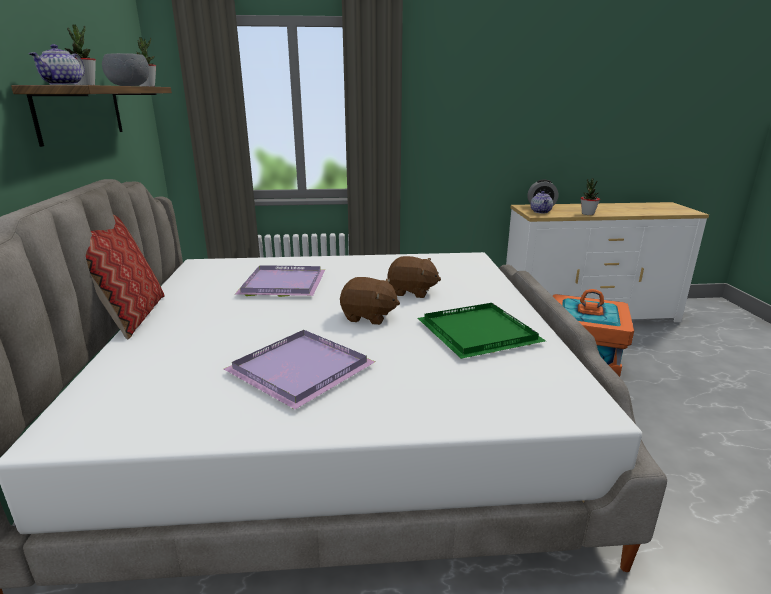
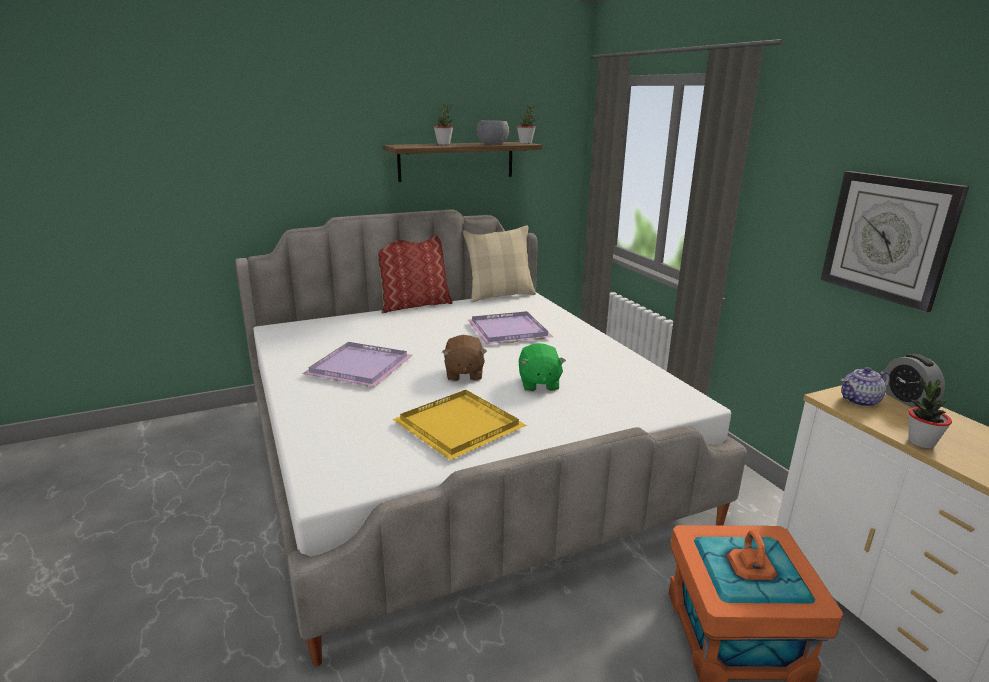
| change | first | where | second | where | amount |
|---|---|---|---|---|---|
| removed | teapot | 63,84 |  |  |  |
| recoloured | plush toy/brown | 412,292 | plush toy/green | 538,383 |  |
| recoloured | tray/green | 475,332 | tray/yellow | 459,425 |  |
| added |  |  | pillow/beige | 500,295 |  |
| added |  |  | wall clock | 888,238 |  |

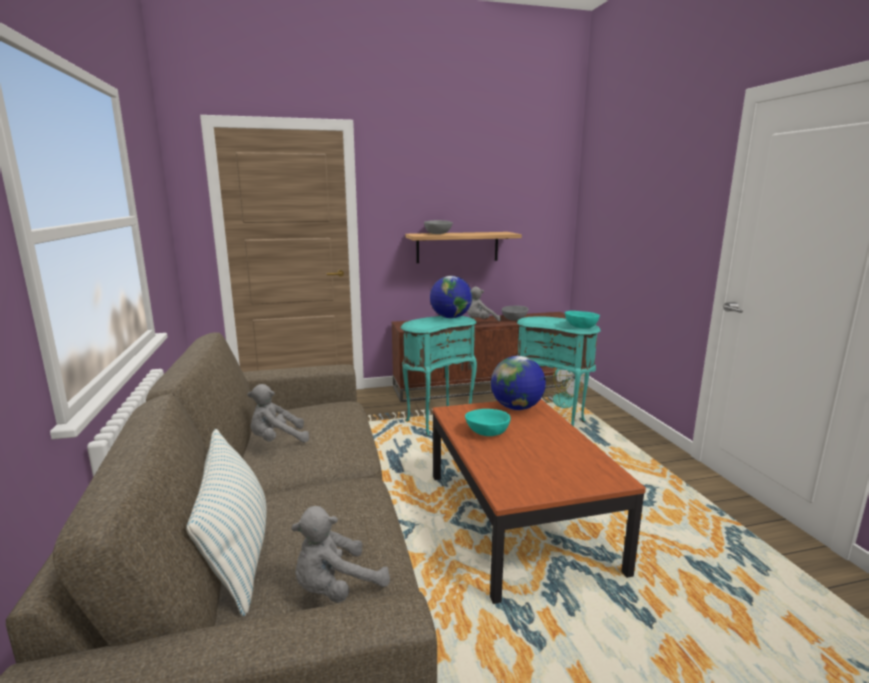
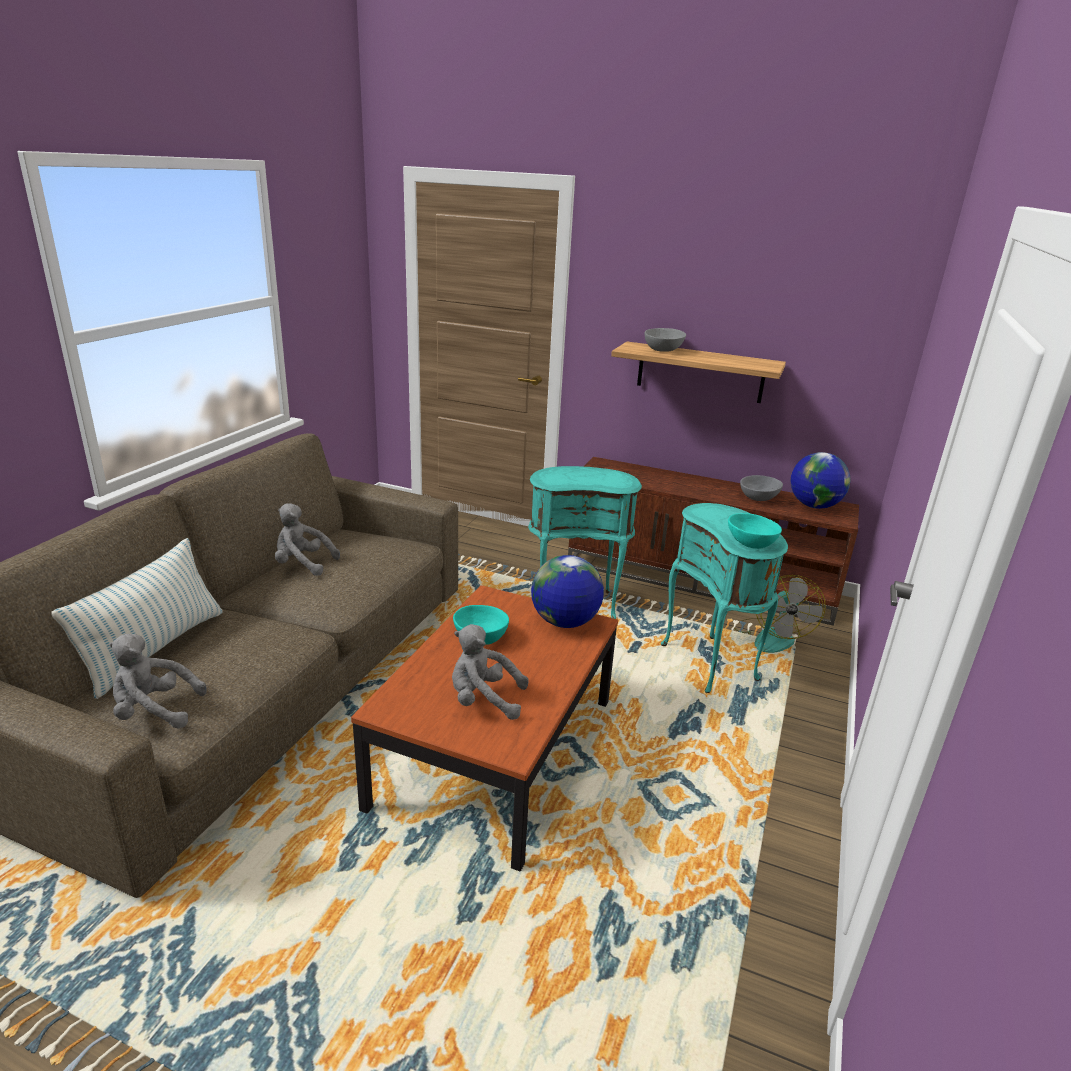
| change | first | where | second | where | amount |
|---|---|---|---|---|---|
| moved | globe | 450,317 |  | 814,506 |  |
| moved | plush toy/grey | 480,322 |  | 483,700 |  |

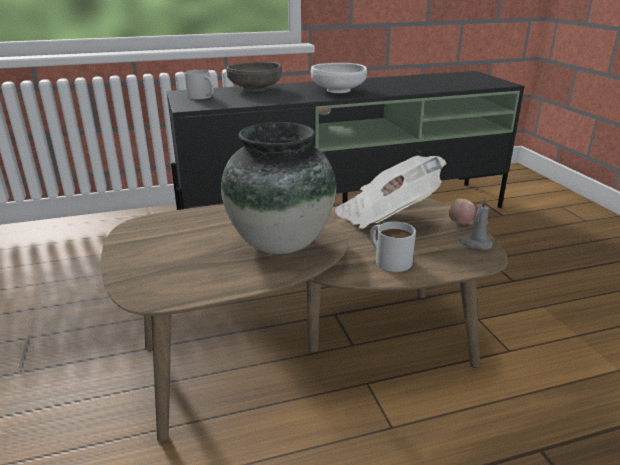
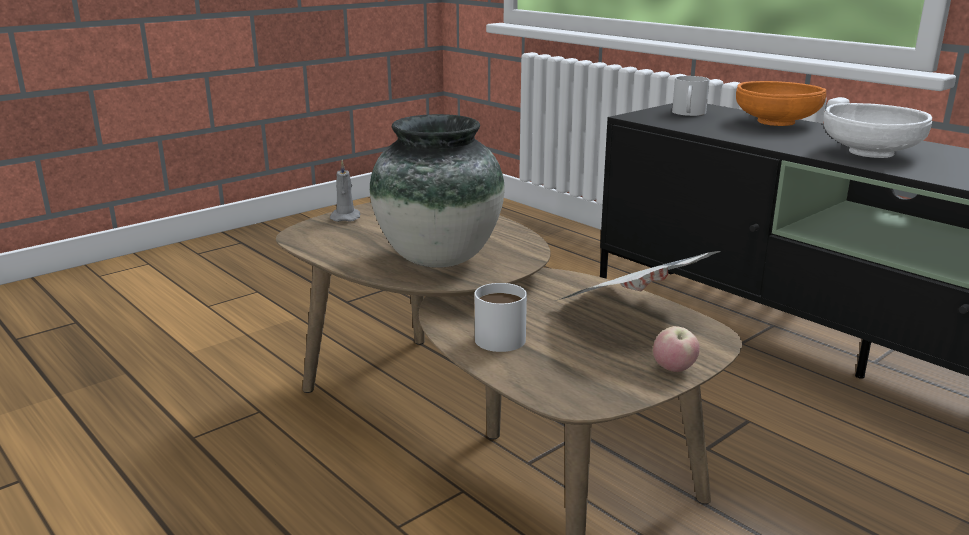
| change | first | where | second | where | amount |
|---|---|---|---|---|---|
| recoloured | bowl/grey | 255,89 | bowl/orange | 776,122 |  |
| moved | candle/grey | 475,244 |  | 346,217 |  |

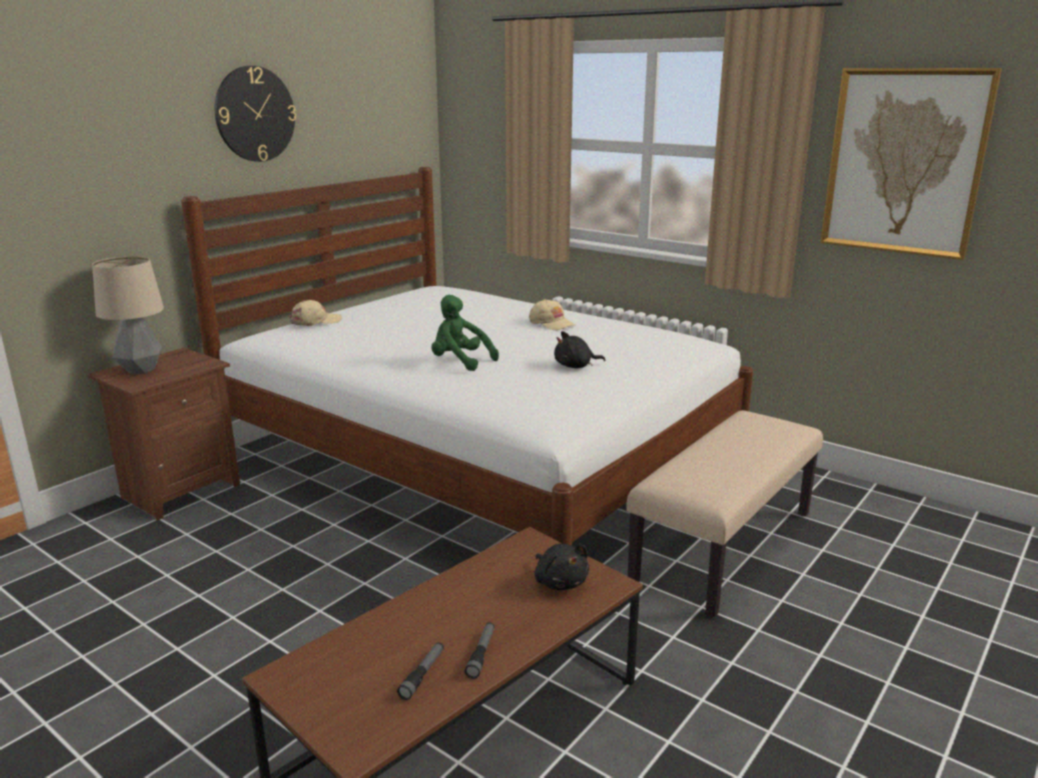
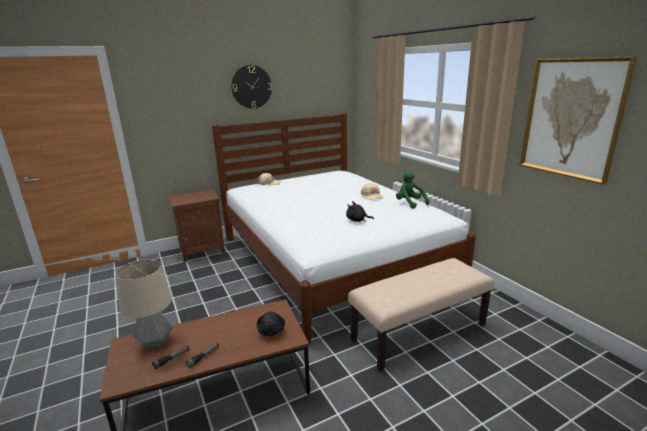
| change | first | where | second | where | amount |
|---|---|---|---|---|---|
| moved | table lamp | 140,370 |  | 155,343 |  |
| moved | plush toy/green | 460,362 |  | 410,203 |  |

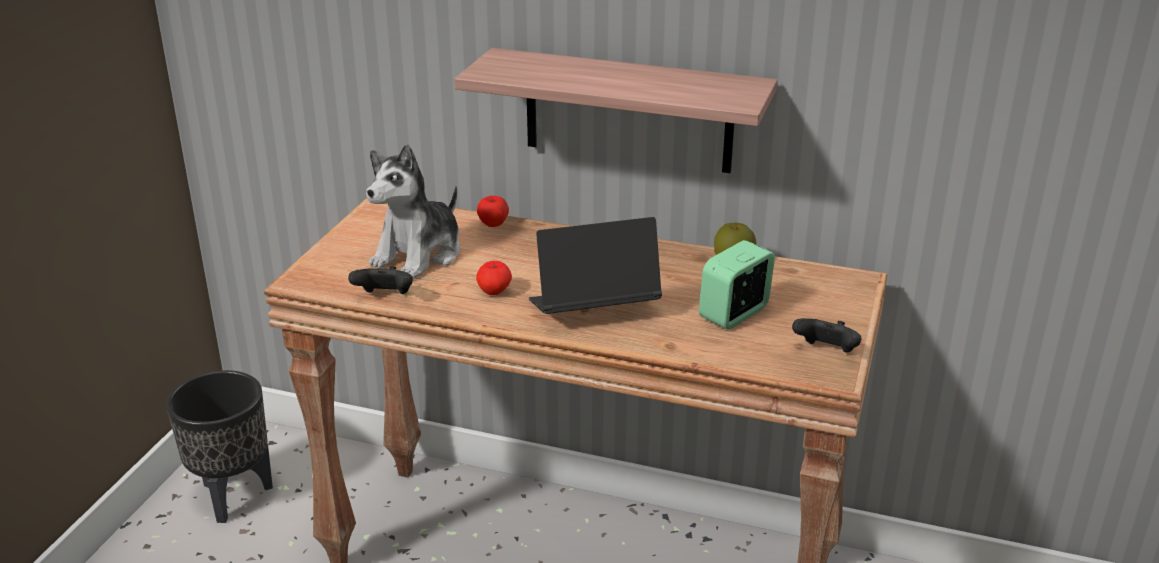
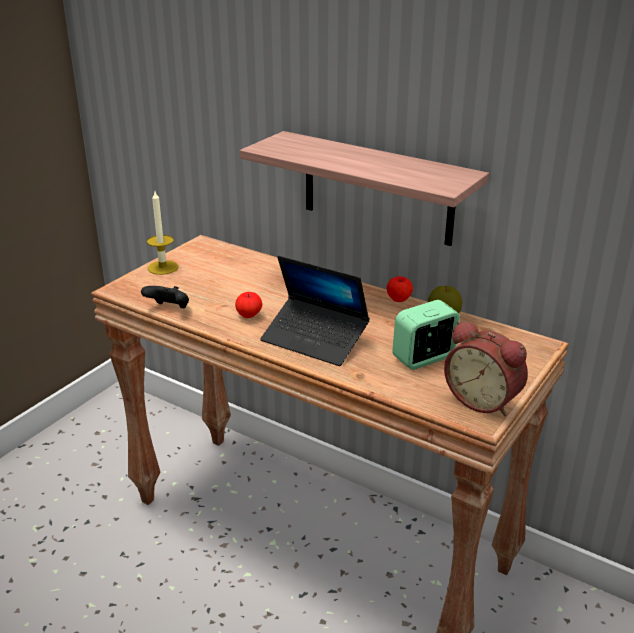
| change | first | where | second | where | amount |
|---|---|---|---|---|---|
| removed | planter/black | 233,496 |  |  |  |
| removed | plush toy | 419,255 |  |  |  |
| moved | apple | 493,224 |  | 399,299 |  |
| turned | laptop | 593,310 |  | 314,339 | 150 degrees counterclockwise |
| replaced | game controller/black | 826,352 | alarm clock | 484,400 |  |
| added |  |  | candle | 163,267 |  |

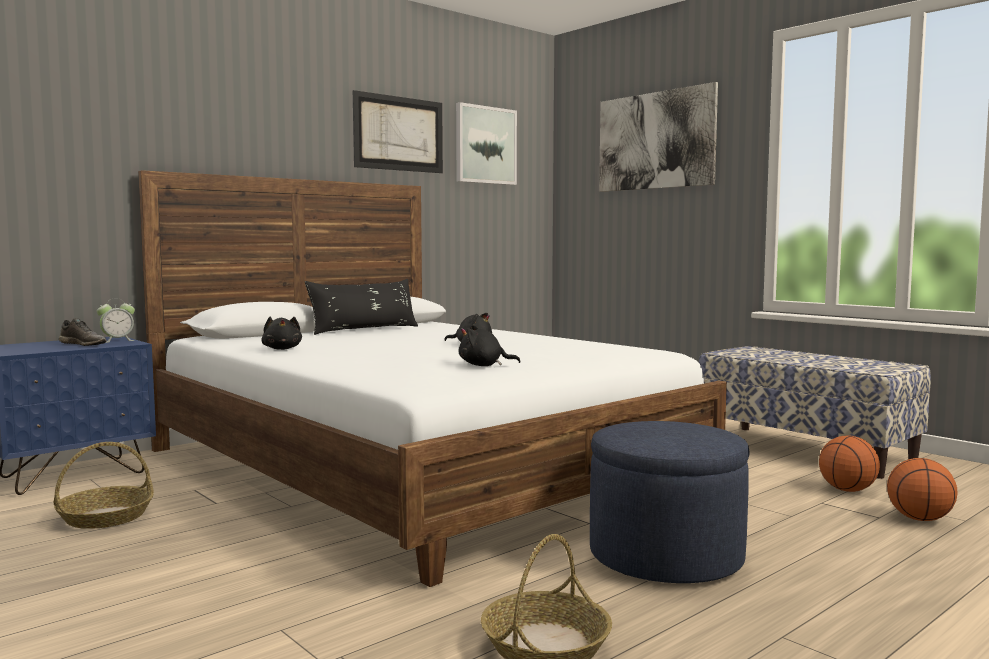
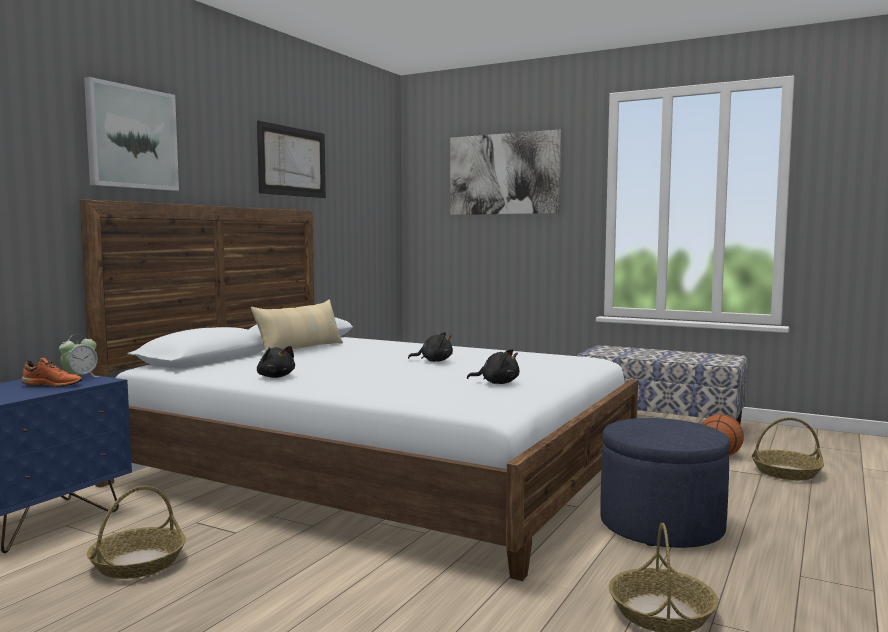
| change | first | where | second | where | amount |
|---|---|---|---|---|---|
| recoloured | shoe/grey | 84,344 | shoe/orange | 53,385 |  |
| recoloured | pillow/black | 364,330 | pillow/beige | 300,350 |  |
| moved | picture | 485,145 |  | 132,138 |  |
| turned | plush toy/black | 484,365 |  | 497,383 | 150 degrees counterclockwise |
| replaced | basketball | 919,519 | basket | 786,472 |  |

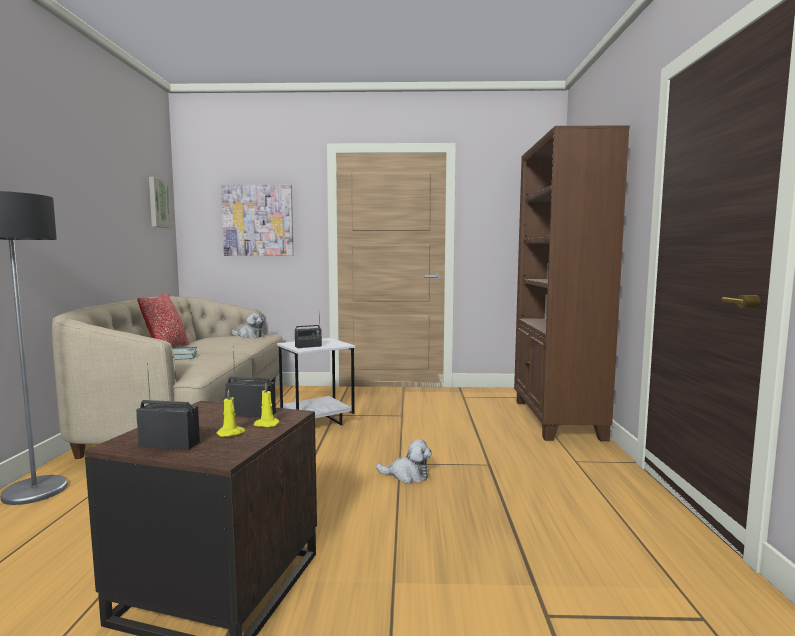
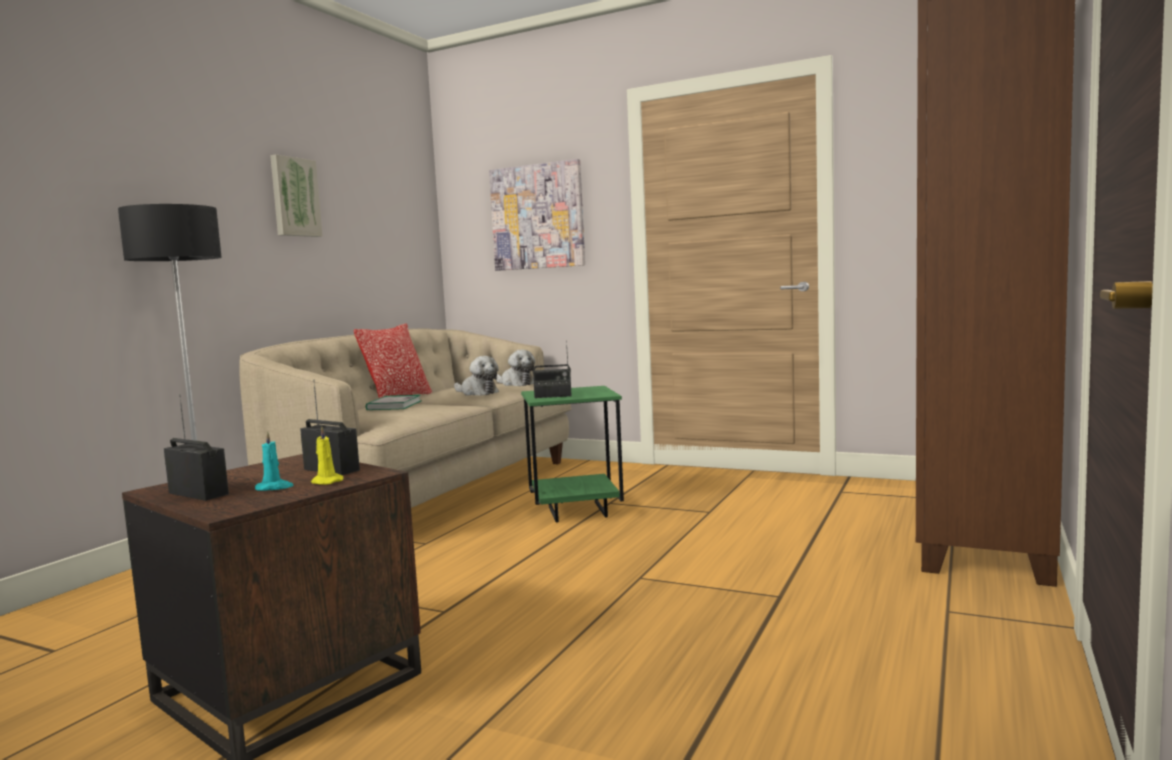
| change | first | where | second | where | amount |
|---|---|---|---|---|---|
| moved | picture | 158,203 |  | 294,197 |  |
| recoloured | candle/yellow | 231,433 | candle/turquoise | 274,488 |  |
| recoloured | side table/white | 317,423 | side table/green | 576,512 |  |
| moved | plush toy | 407,475 |  | 477,393 |  |

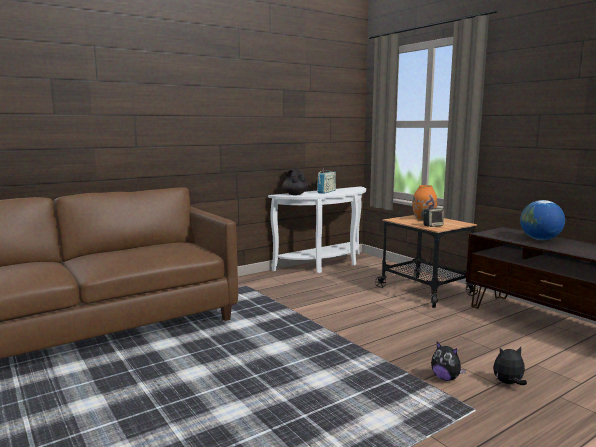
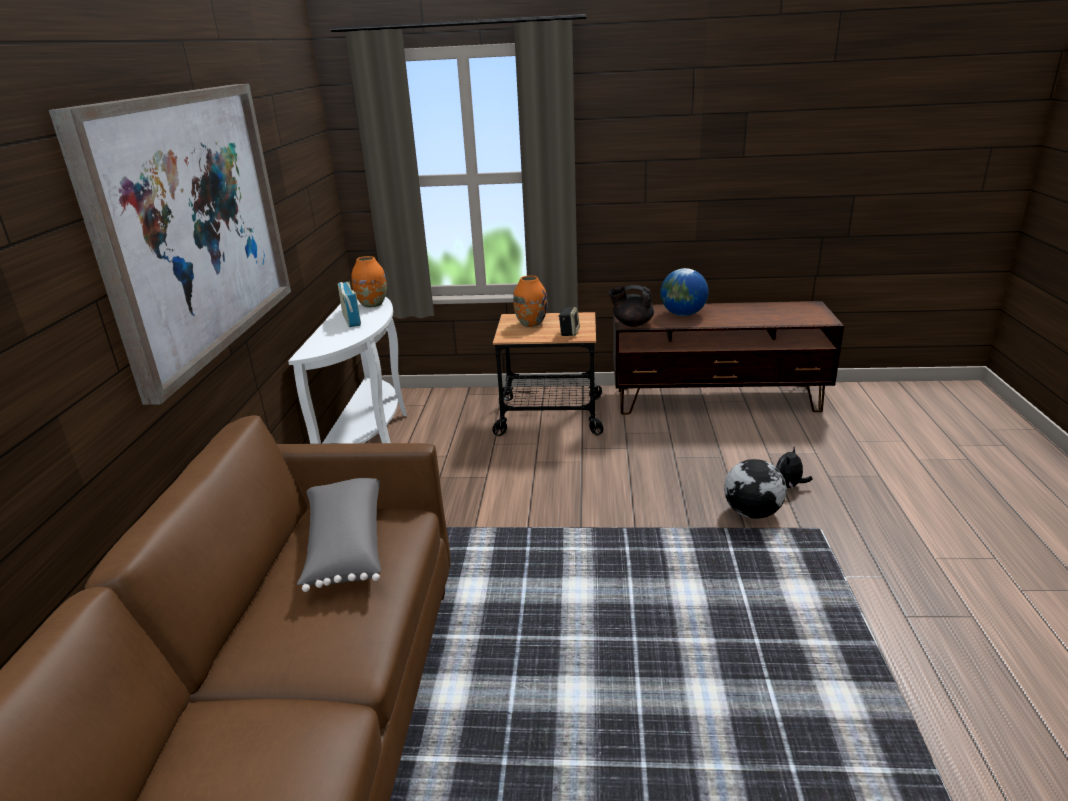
| change | first | where | second | where | amount |
|---|---|---|---|---|---|
| moved | teapot/black | 294,194 |  | 632,324 |  |
| replaced | plush toy | 446,378 | globe | 752,512 |  |
| added |  |  | picture | 194,225 |  |
| added |  |  | pillow/grey | 344,546 |  |
| added |  |  | vase/orange | 372,304 |  |

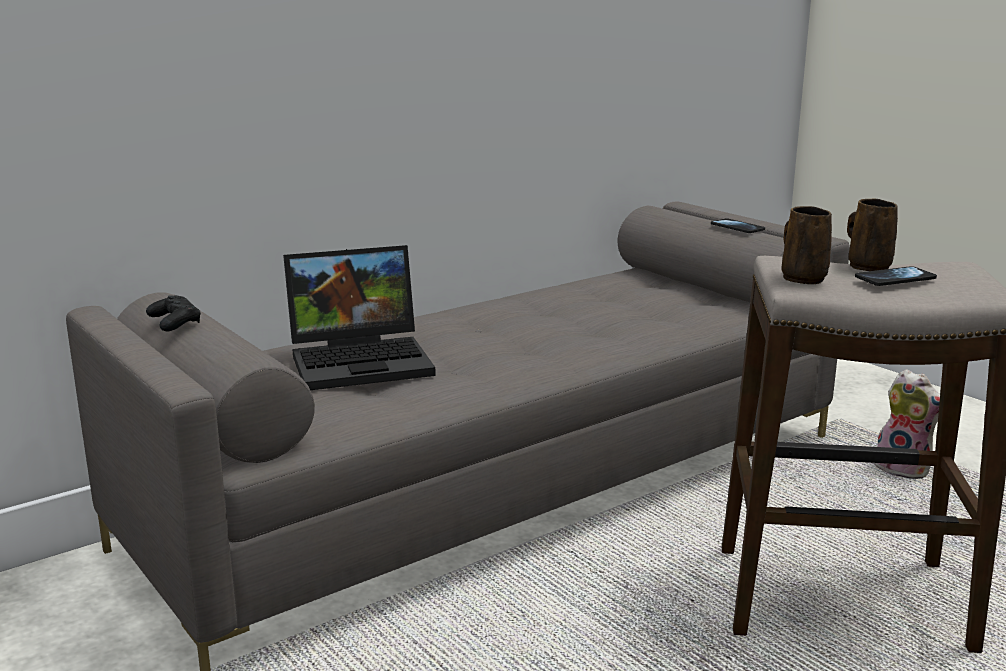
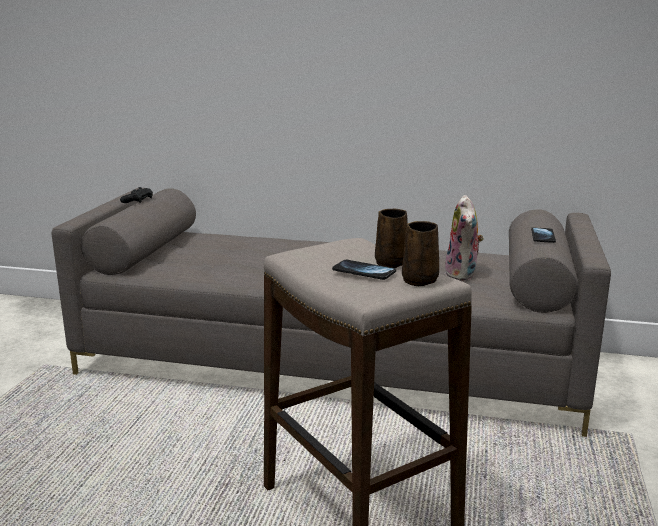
| change | first | where | second | where | amount |
|---|---|---|---|---|---|
| removed | laptop | 363,360 |  |  |  |
| moved | mug/brown | 802,278 |  | 421,280 |  |
| moved | plush toy | 904,469 |  | 463,274 |  |

